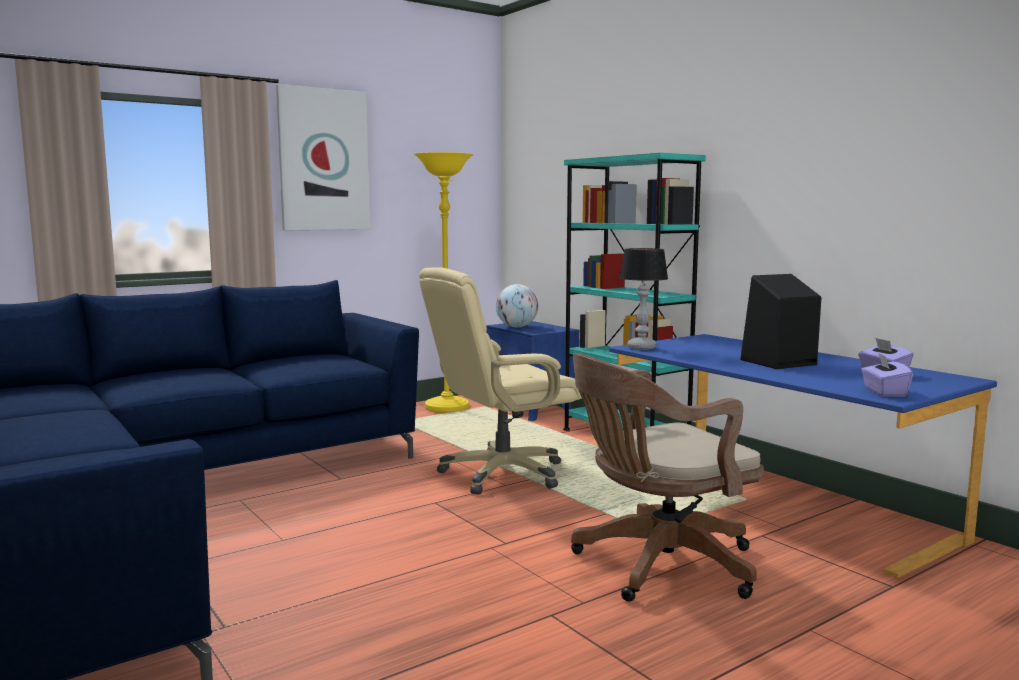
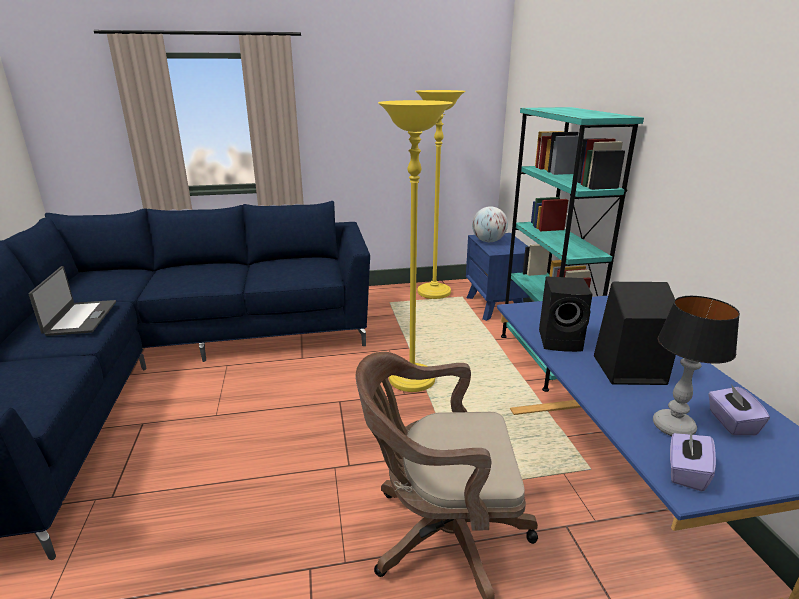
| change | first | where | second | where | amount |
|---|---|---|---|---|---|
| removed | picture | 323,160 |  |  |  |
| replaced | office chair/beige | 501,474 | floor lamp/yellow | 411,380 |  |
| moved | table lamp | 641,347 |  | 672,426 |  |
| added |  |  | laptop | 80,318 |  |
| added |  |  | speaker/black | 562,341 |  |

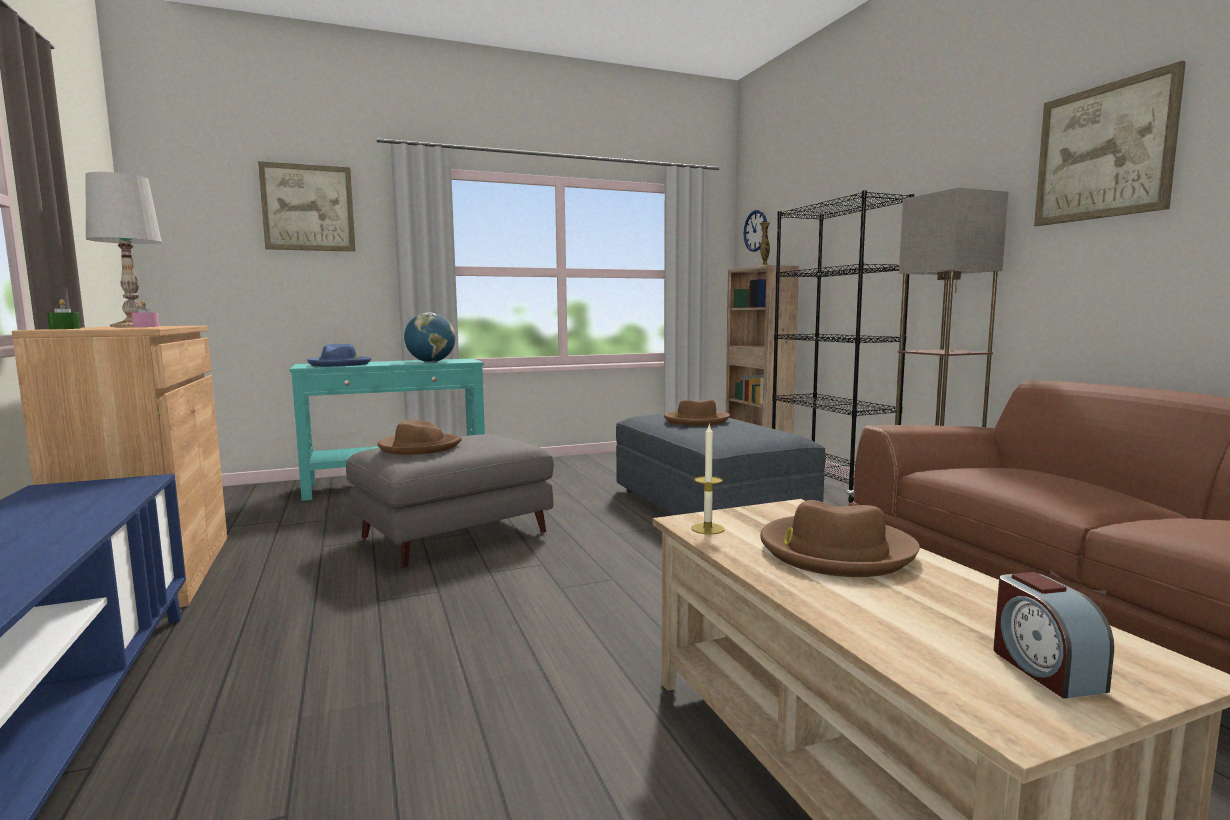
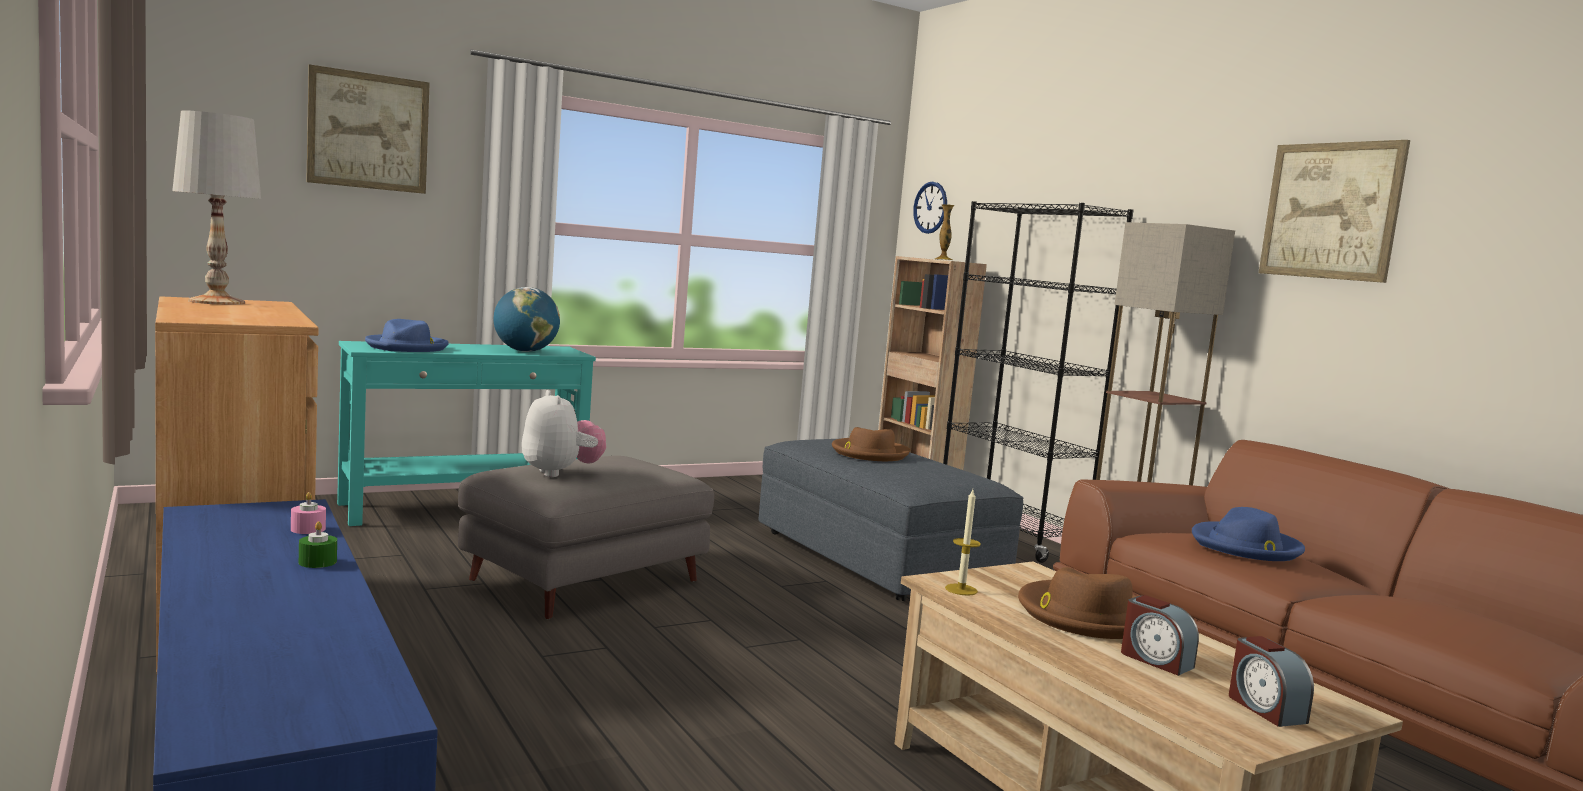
| change | first | where | second | where | amount |
|---|---|---|---|---|---|
| moved | candle/green | 65,328 |  | 317,562 |  |
| moved | candle/pink | 146,326 |  | 308,529 |  |
| replaced | hat/brown | 419,447 | plush toy | 560,473 |  |
| added |  |  | alarm clock | 1155,660 |  |
| added |  |  | hat/blue | 1246,547 |  |

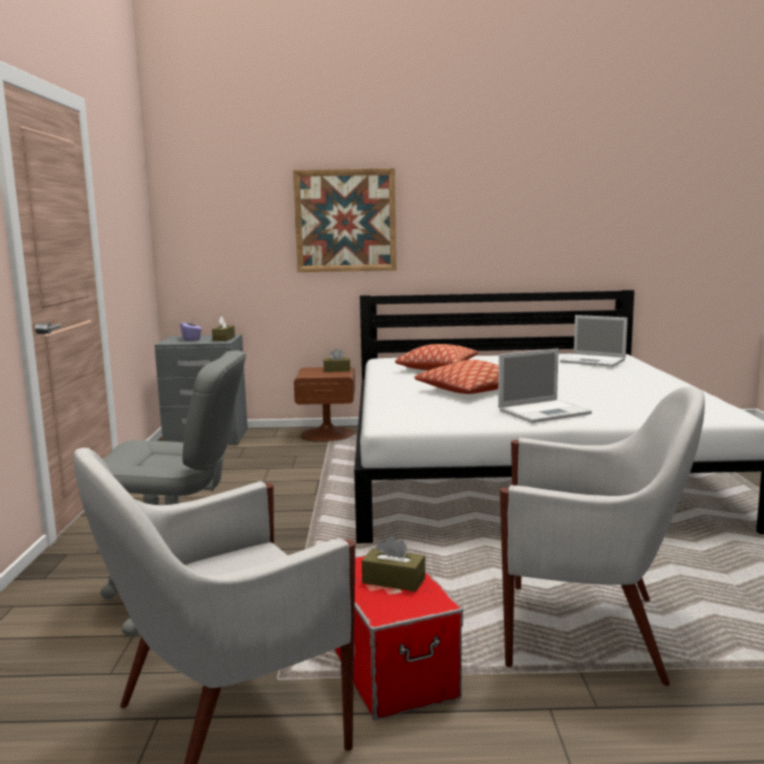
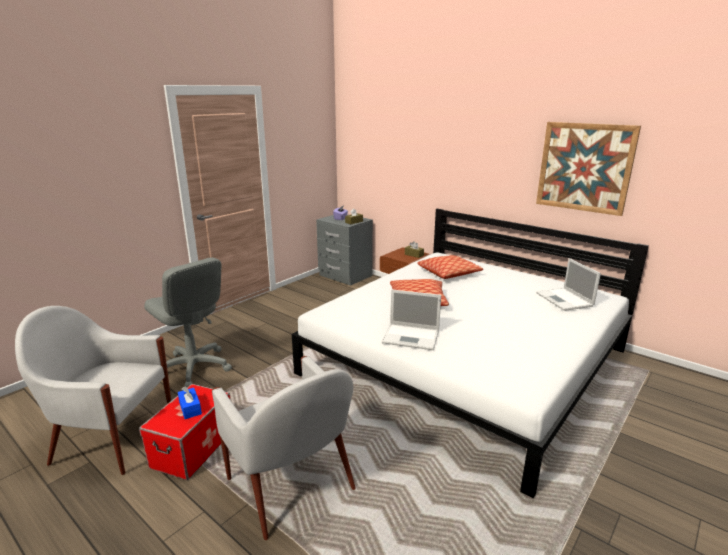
| change | first | where | second | where | amount |
|---|---|---|---|---|---|
| moved | picture | 345,220 |  | 584,167 |  |
| recoloured | tissue box/brown | 393,580 | tissue box/blue | 190,408 |  |

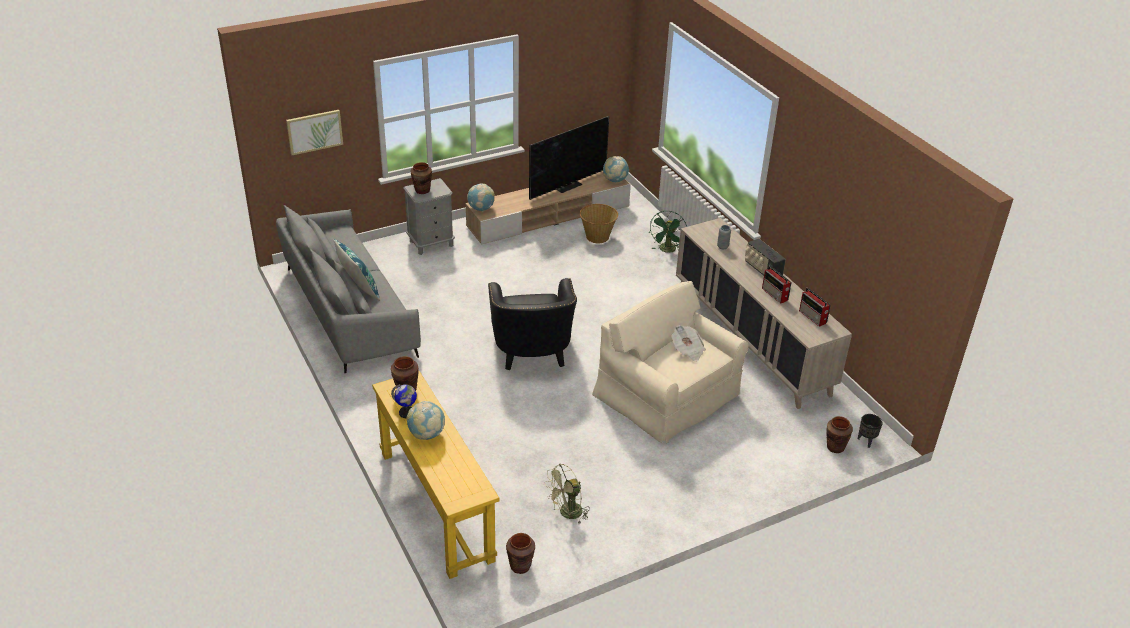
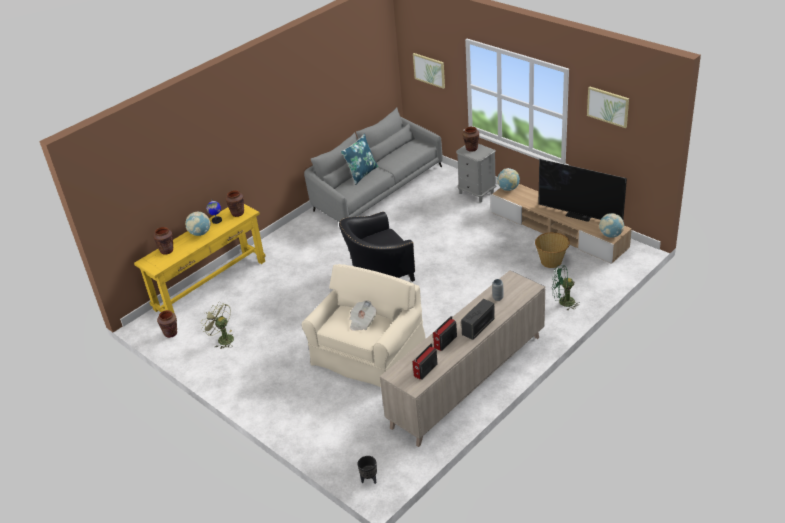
| change | first | where | second | where | amount |
|---|---|---|---|---|---|
| moved | vase/brown | 835,447 |  | 167,250 |  |
| added |  |  | picture | 608,106 |  |

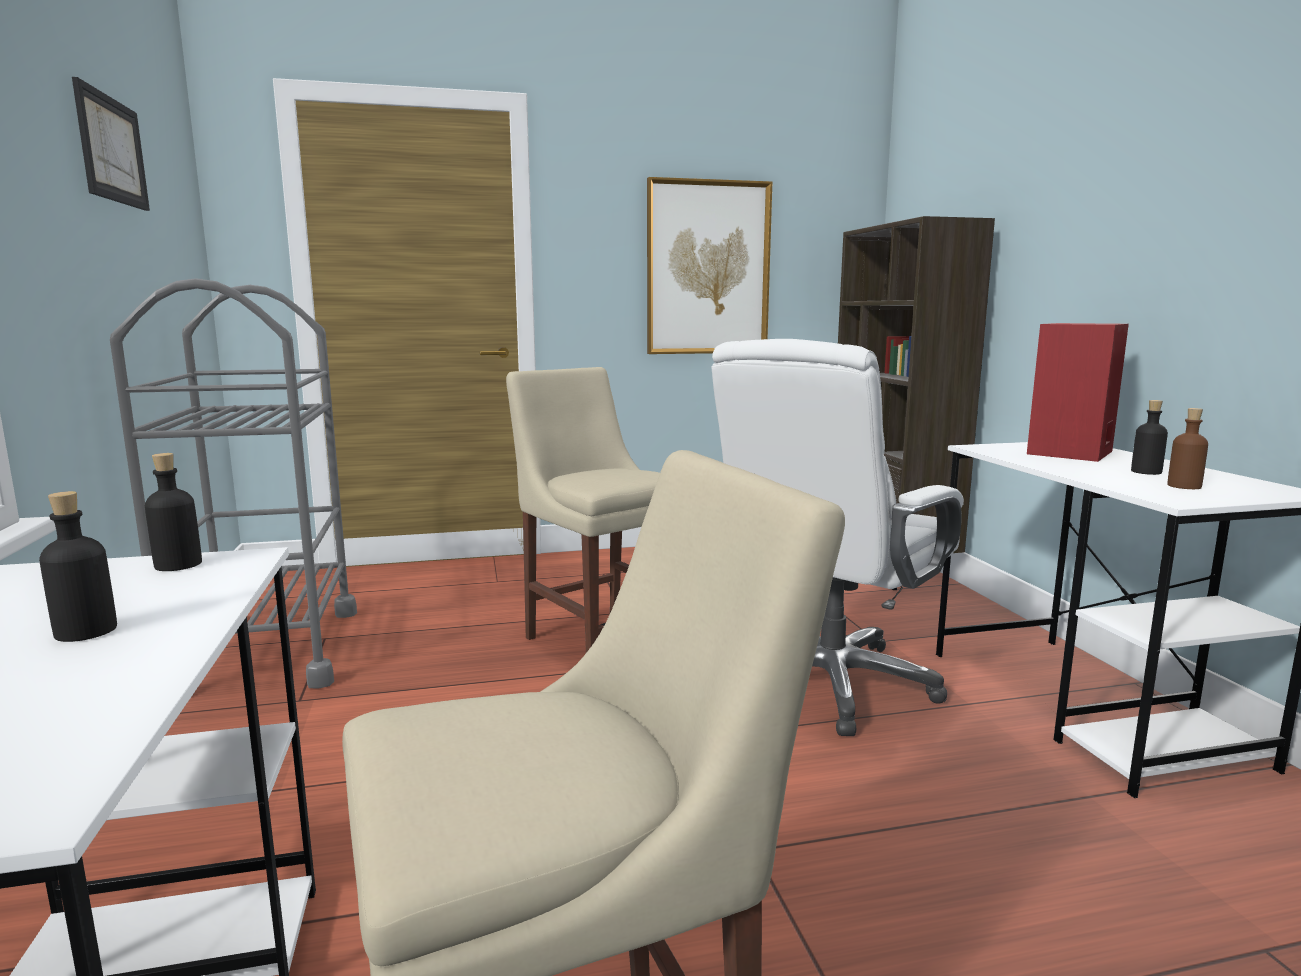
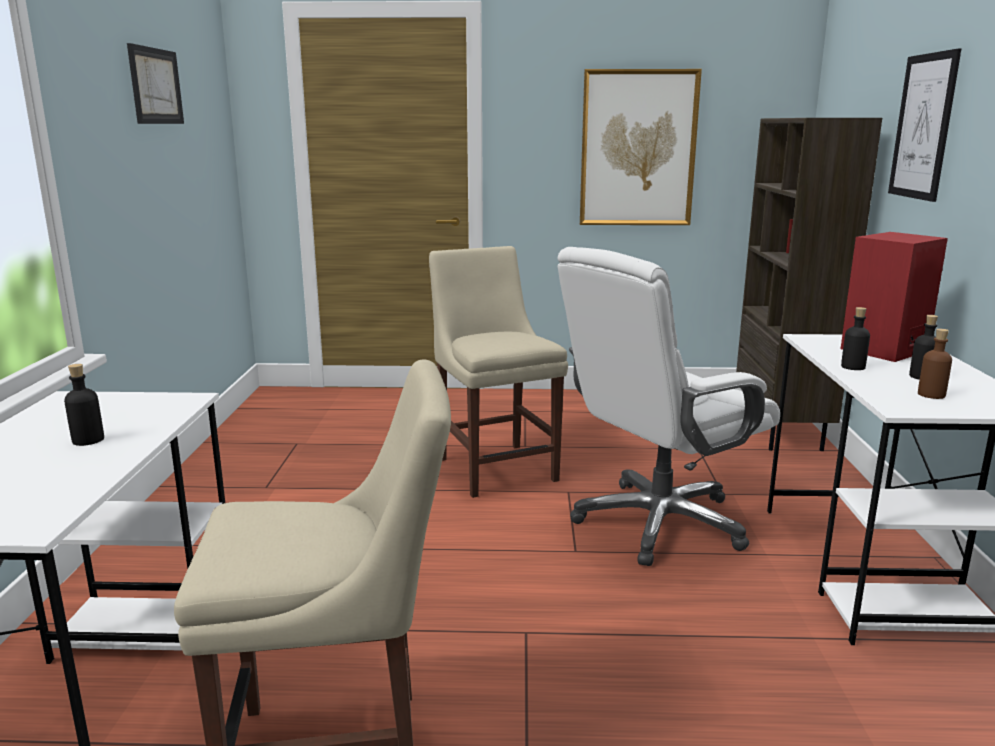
| change | first | where | second | where | amount |
|---|---|---|---|---|---|
| removed | cart/grey | 266,651 |  |  |  |
| moved | bottle/black | 178,564 |  | 853,367 |  |
| added |  |  | picture | 923,127 |  |

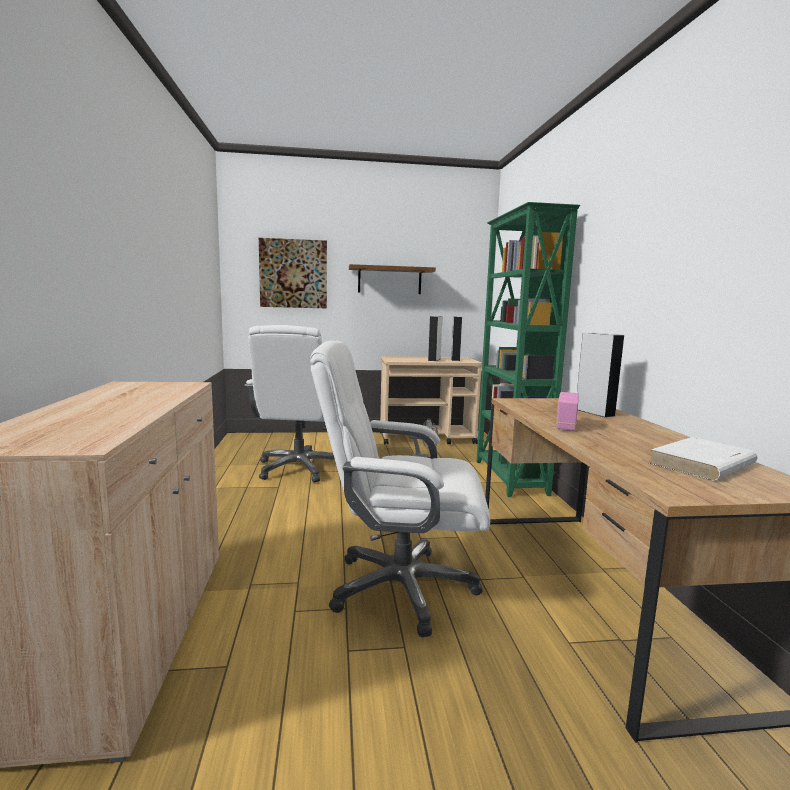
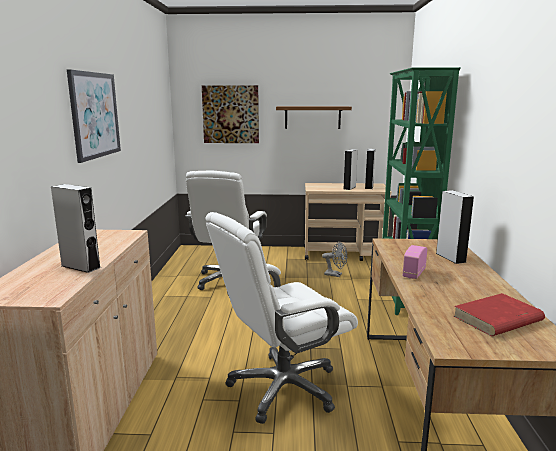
| change | first | where | second | where | amount |
|---|---|---|---|---|---|
| turned | office chair/white | 400,588 |  | 283,388 | 45 degrees counterclockwise |
| recoloured | book/white | 702,464 | book/red | 497,319 |  |
| added |  |  | speaker/grey | 80,266 |  |
| added |  |  | picture | 95,115 |  |

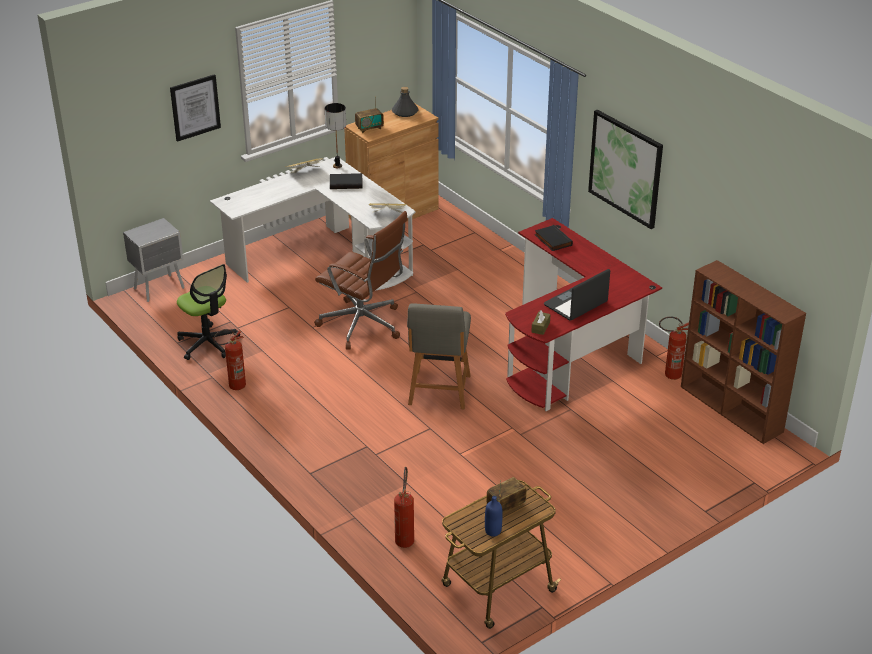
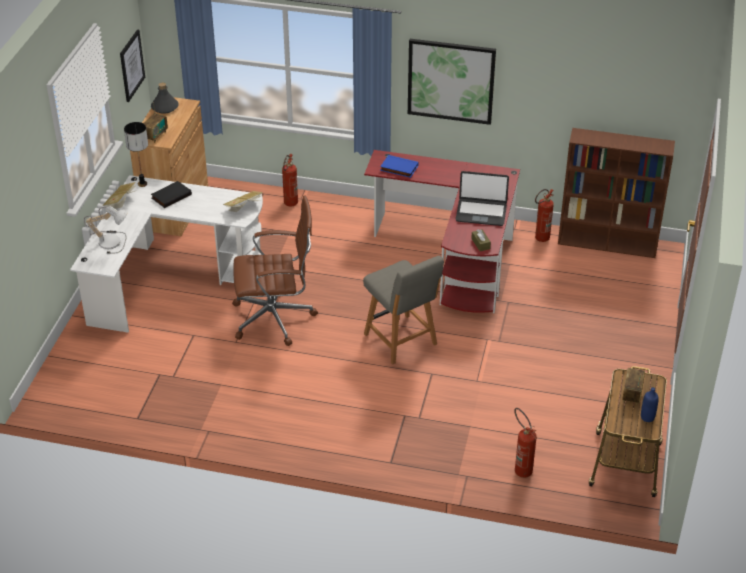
| change | first | where | second | where | amount |
|---|---|---|---|---|---|
| removed | nightstand/grey | 160,288 |  |  |  |
| moved | picture | 195,107 |  | 131,65 |  |
| removed | office chair | 208,343 |  |  |  |
| moved | fire extinguisher | 233,387 |  | 289,204 |  |
| recoloured | book/black | 552,240 | book/blue | 398,168 |  |
| turned | laptop | 576,304 |  | 481,212 | 90 degrees counterclockwise |
| added |  |  | table lamp | 111,241 |  |

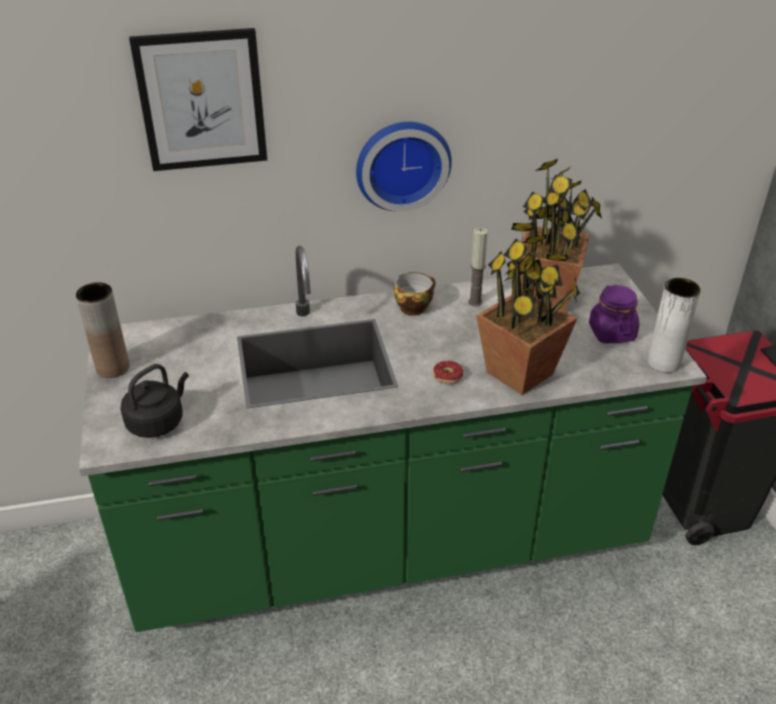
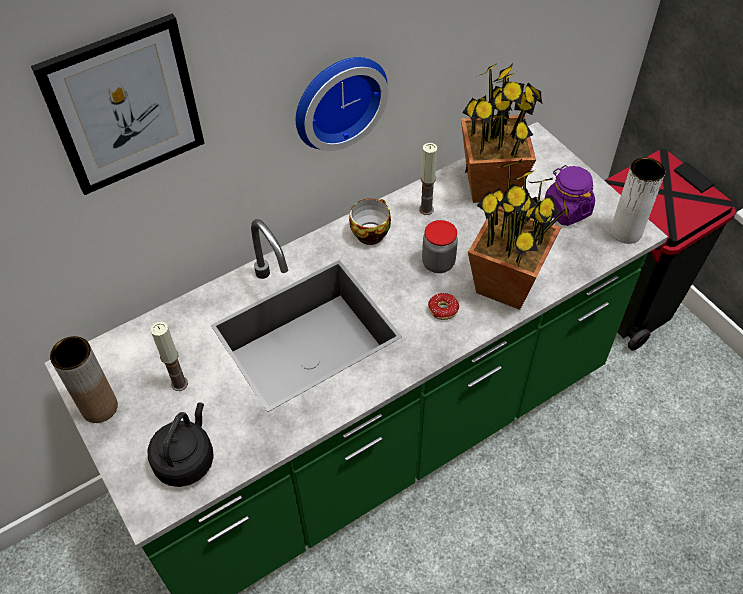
| change | first | where | second | where | amount |
|---|---|---|---|---|---|
| added |  |  | candle | 179,383 |  |
| added |  |  | jar | 438,263 |  |

